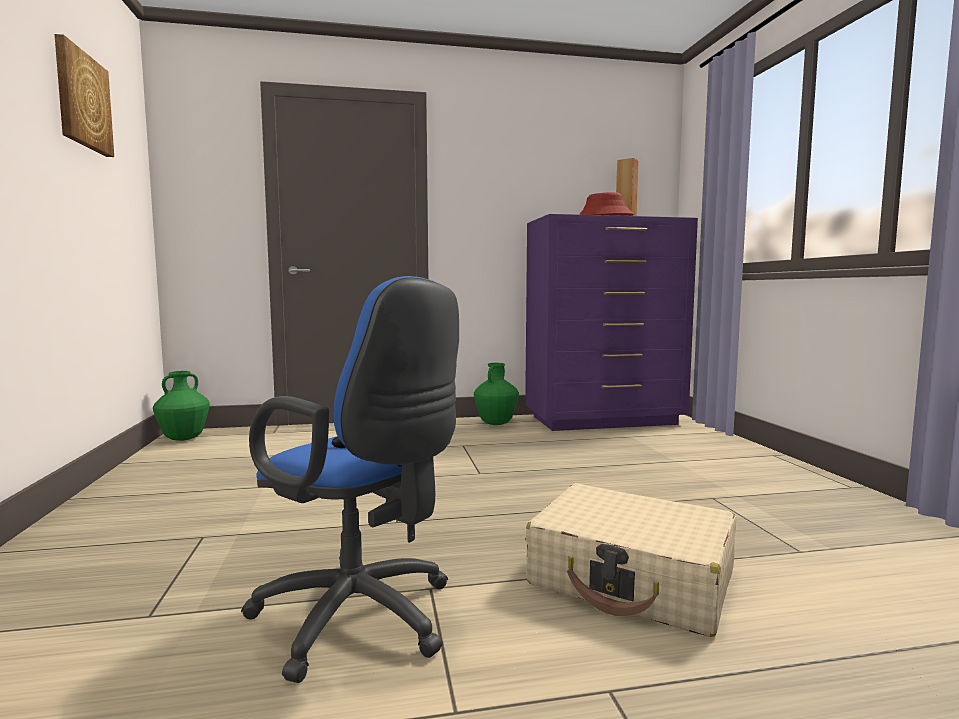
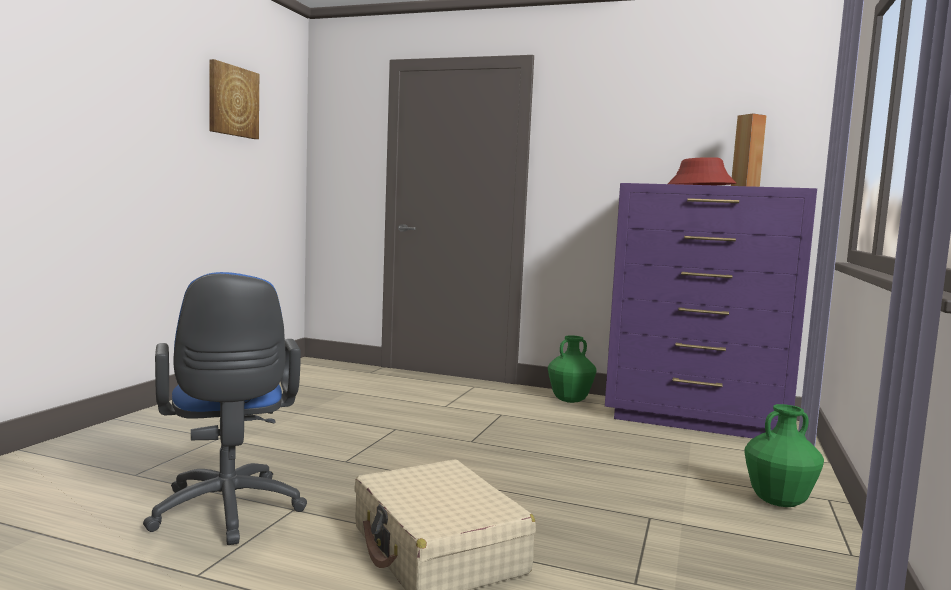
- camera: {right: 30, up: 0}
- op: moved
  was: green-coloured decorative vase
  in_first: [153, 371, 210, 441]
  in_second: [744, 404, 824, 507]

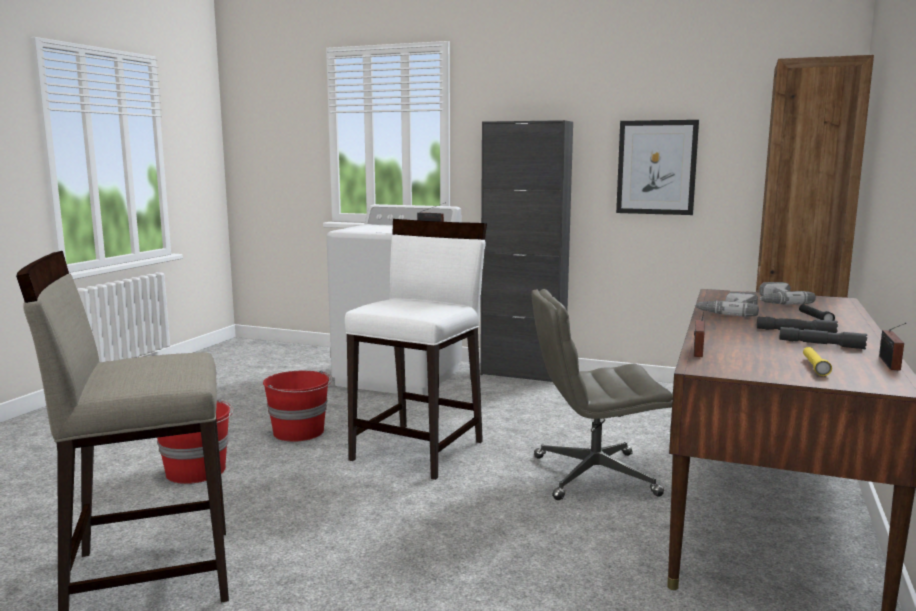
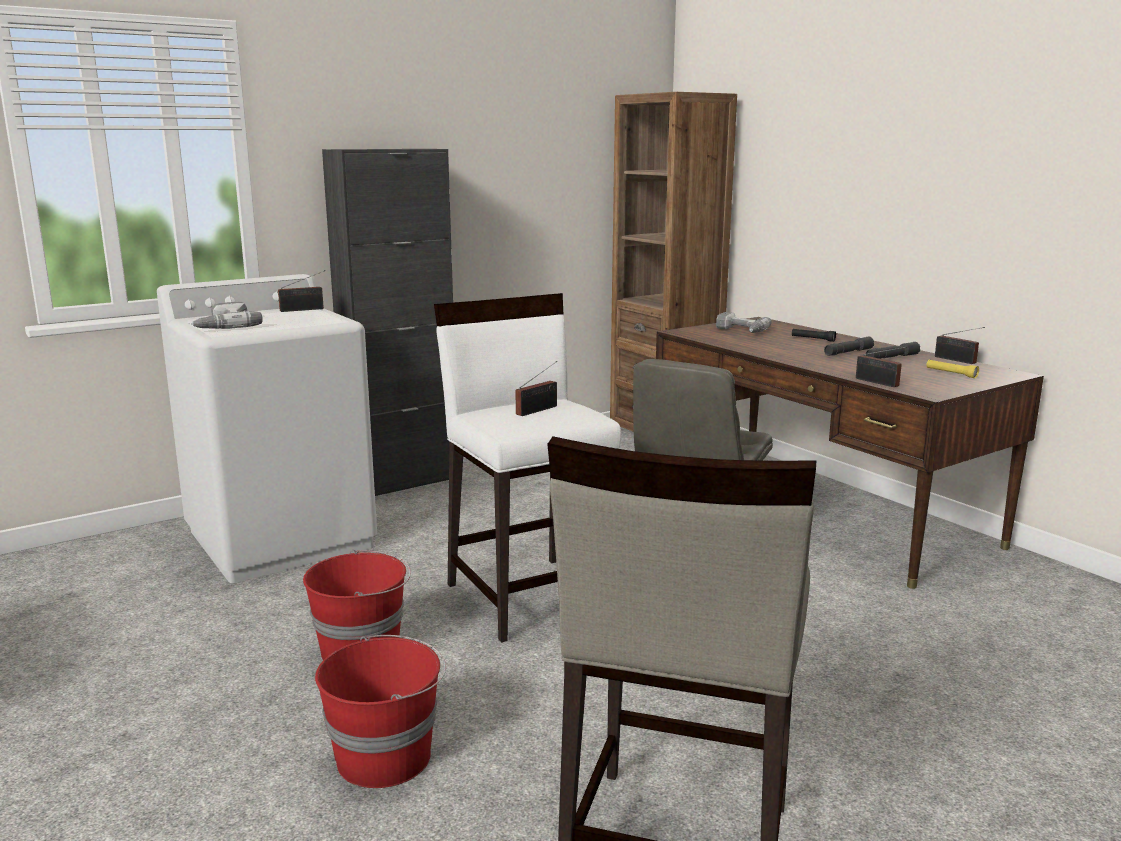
- camera: {right: -55, up: 5}
- op: removed
  was: wall art
  in_first: [616, 120, 699, 215]
- op: moved
  was: power drill
  in_first: [694, 292, 759, 317]
  in_second: [191, 302, 263, 329]
- op: added
  now: radio
  in_second: [516, 361, 557, 416]

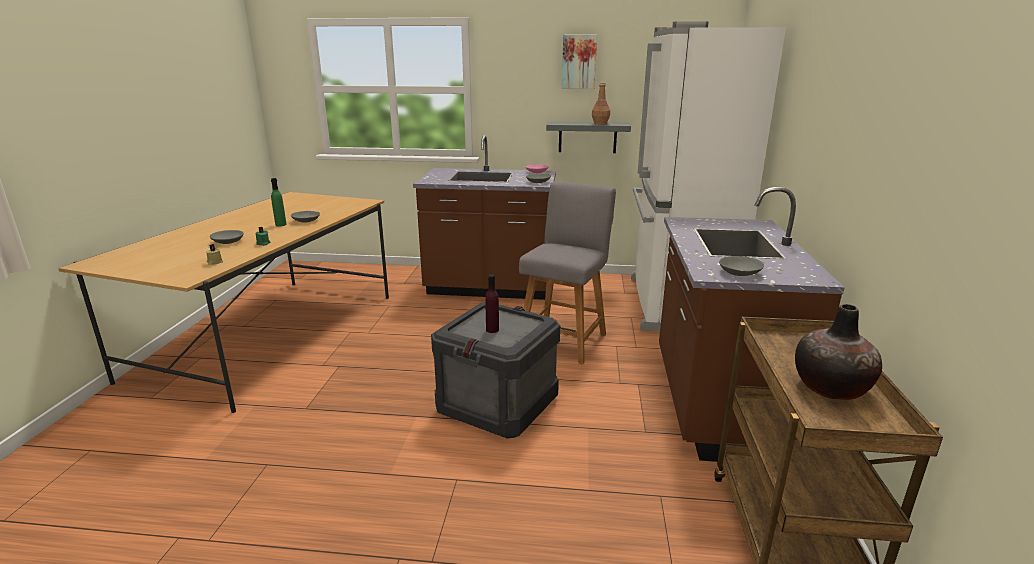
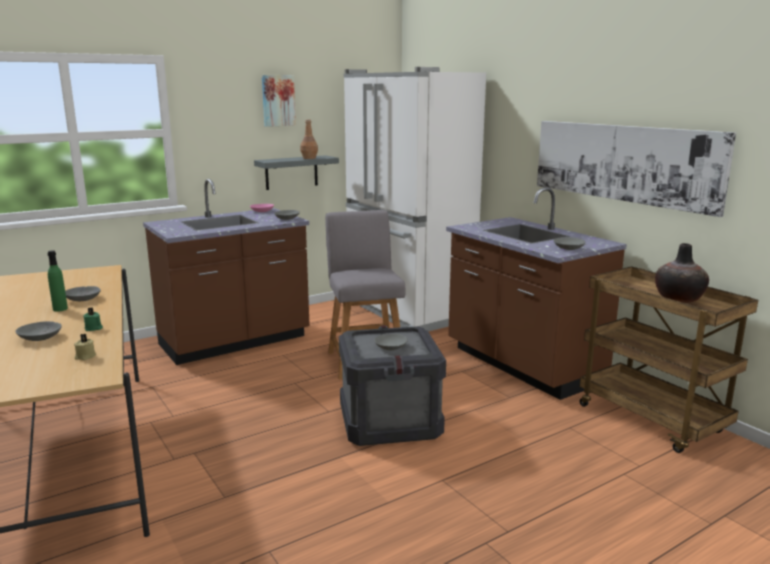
- camera: {right: -40, up: -5}
- op: replaced
  was: purplish bottle
  now: grey deep dish
  in_first: [485, 274, 499, 333]
  in_second: [374, 333, 408, 350]
- op: added
  now: wall art
  in_second: [537, 121, 736, 217]

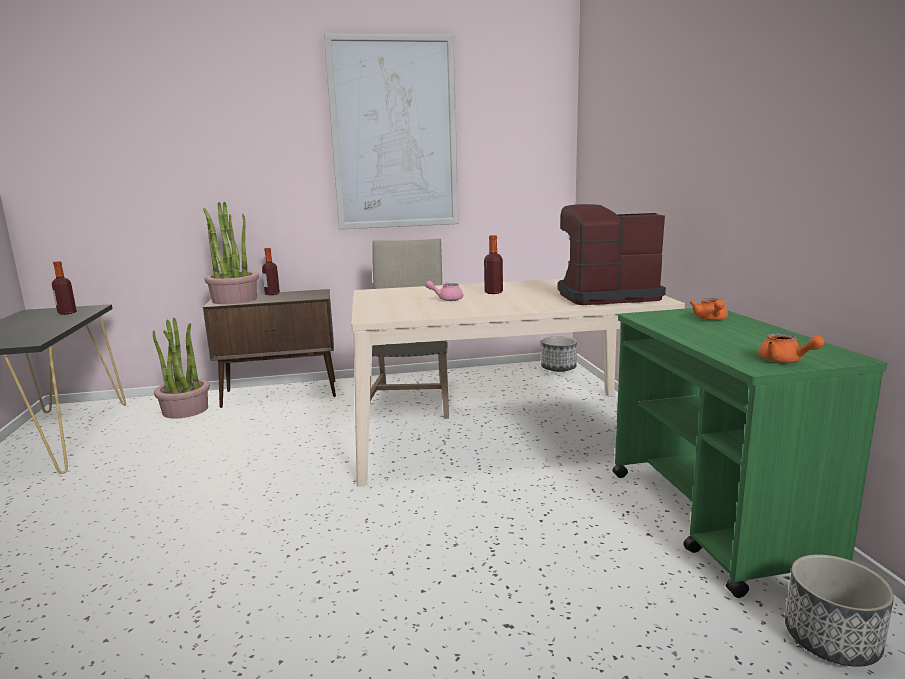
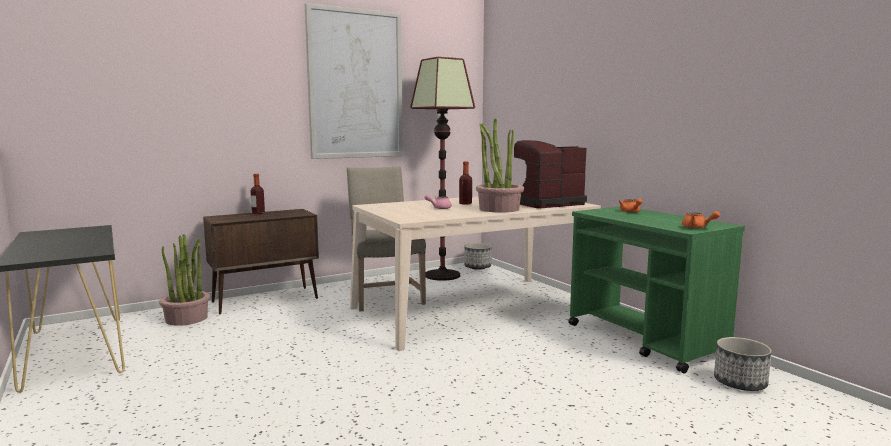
- camera: {right: -20, up: -5}
- op: removed
  was: bottle
  in_first: [52, 261, 77, 315]
- op: moved
  was: plant in a pot
  in_first: [203, 202, 259, 304]
  in_second: [476, 118, 524, 213]
- op: added
  now: standard lamp
  in_second: [410, 57, 475, 281]

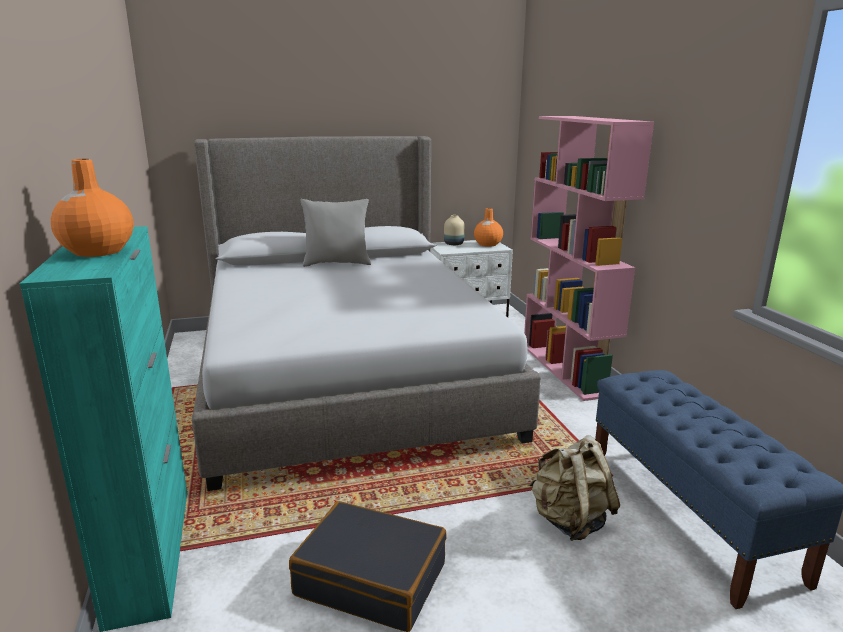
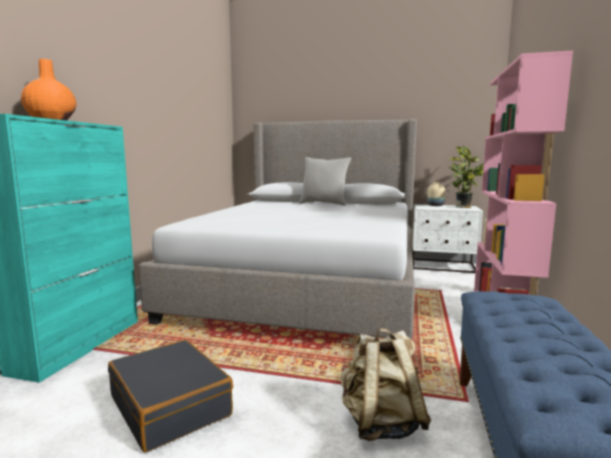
- camera: {right: 30, up: -10}
- op: replaced
  was: orangey decorative vase
  now: plant in a pot
  in_first: [474, 208, 503, 247]
  in_second: [449, 146, 484, 208]

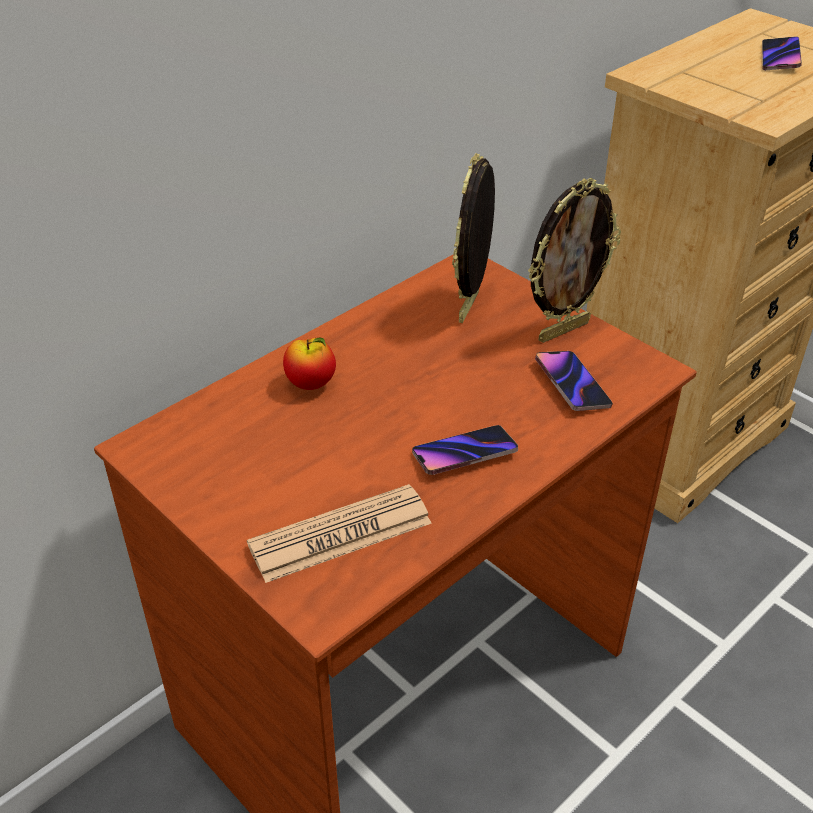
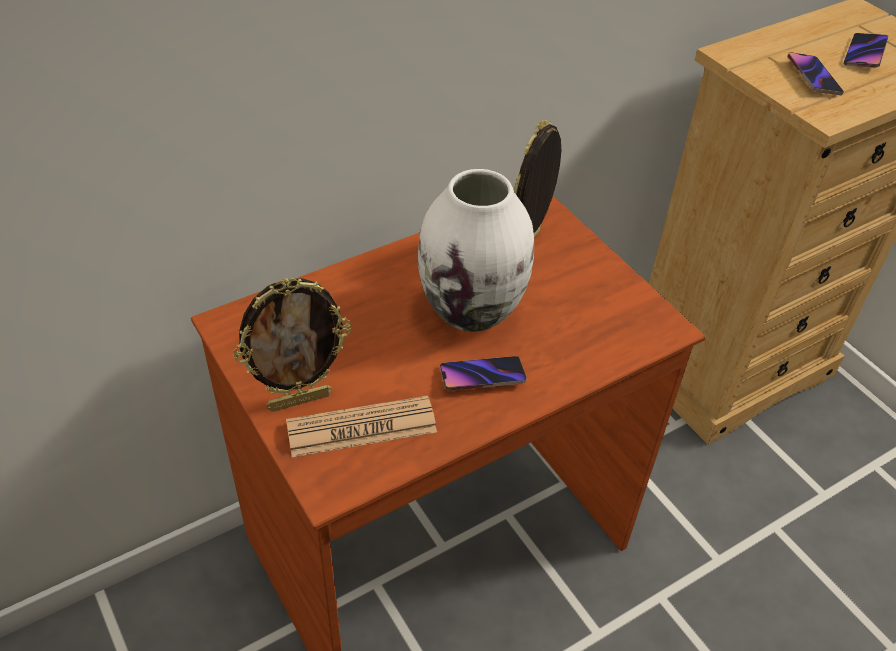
- camera: {right: 10, up: 5}
- op: removed
  was: whole apple
  in_first: [283, 338, 336, 390]
- op: moved
  was: picture frame
  in_first: [528, 178, 621, 343]
  in_second: [233, 278, 351, 412]
- op: moved
  was: handset
  in_first: [535, 351, 613, 411]
  in_second: [787, 52, 844, 95]
- op: added
  now: whitish decorative vase
  in_second: [418, 169, 534, 332]

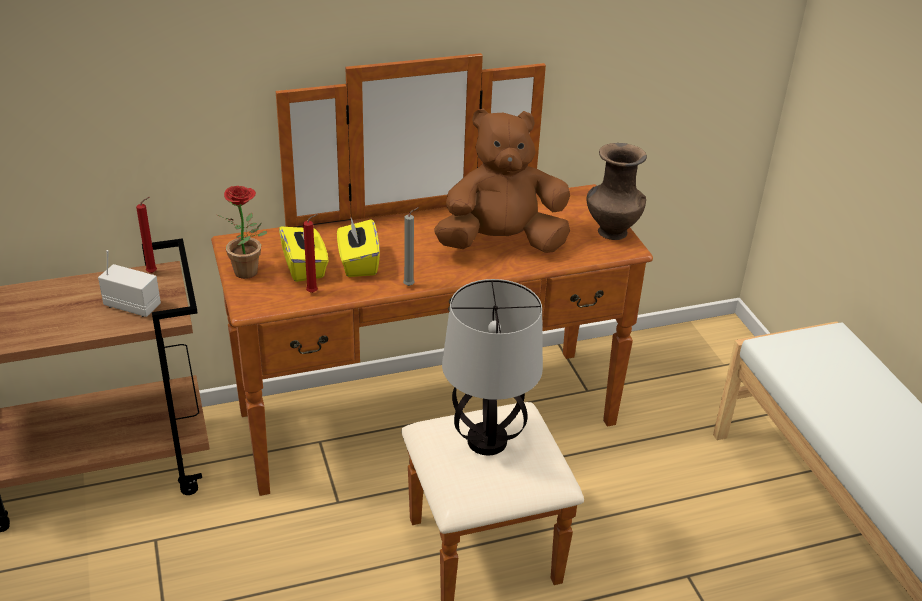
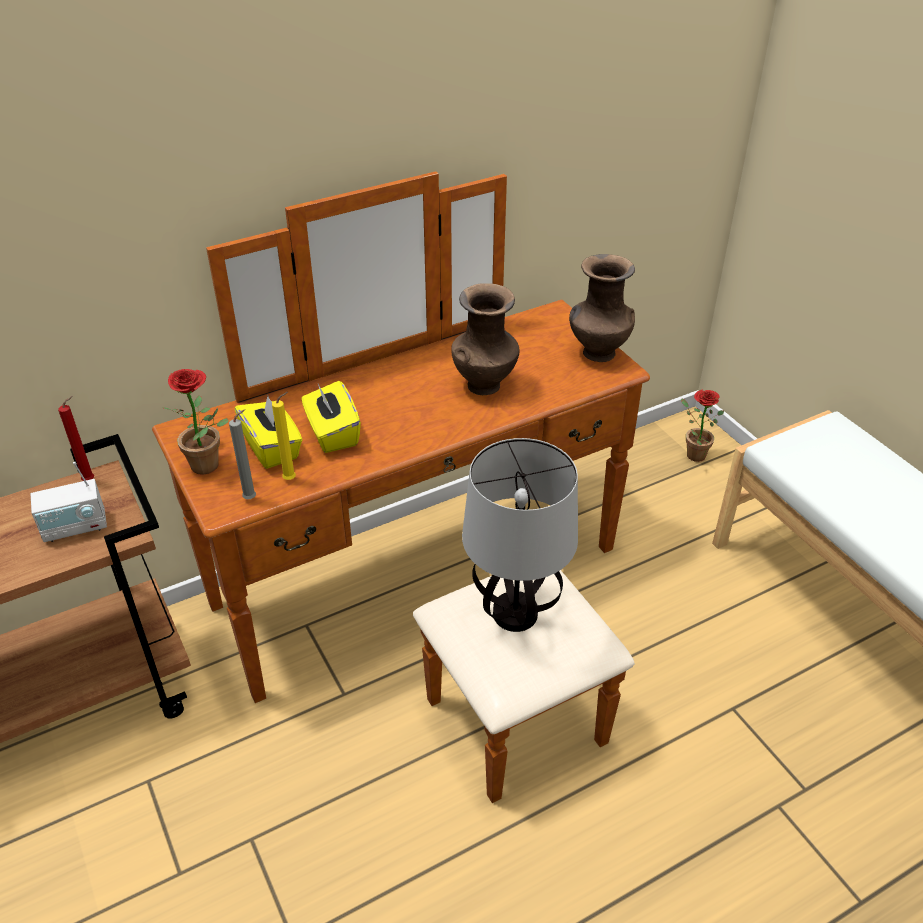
- camera: {right: -10, up: 5}
- op: turned
  was: radio
  in_first: [98, 250, 161, 317]
  in_second: [31, 462, 107, 542]
  clockwise: 150
- op: recoloured
  was: red wax light
  now: yellowish wax light
  in_first: [303, 214, 318, 293]
  in_second: [272, 392, 296, 480]
- op: moved
  was: grey wax light
  in_first: [403, 207, 419, 286]
  in_second: [229, 409, 256, 499]
- op: replaced
  was: brownish soft toy
  now: brownish decorative vase
  in_first: [434, 108, 570, 253]
  in_second: [451, 283, 519, 395]
- op: added
  now: plant in a pot
  in_second: [681, 390, 724, 462]

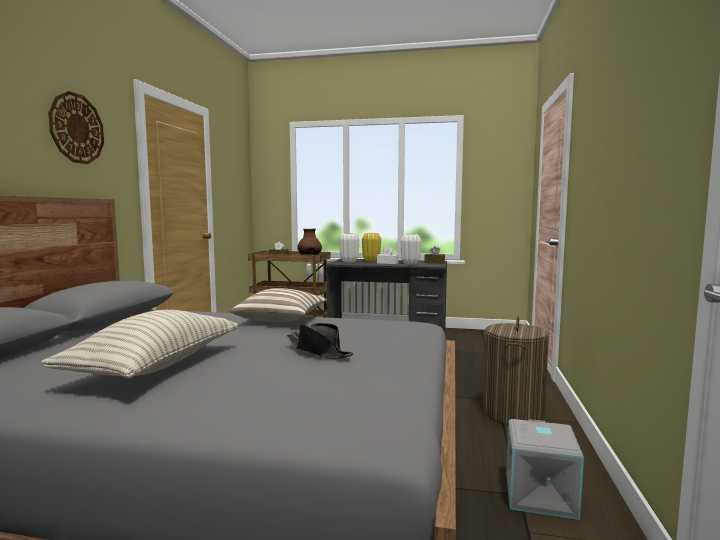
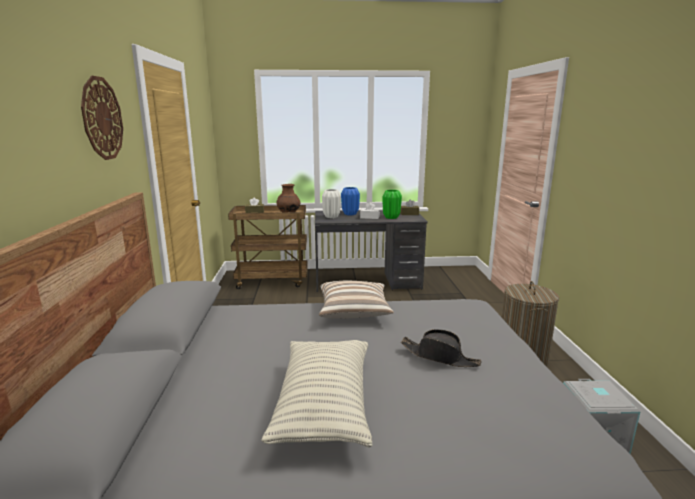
- camera: {right: -15, up: 10}
- op: recoloured
  was: yellowish decorative vase
  now: blue-coloured decorative vase
  in_first: [362, 233, 381, 262]
  in_second: [341, 187, 360, 215]
- op: recoloured
  was: whitish decorative vase
  now: green-coloured decorative vase
  in_first: [400, 234, 422, 265]
  in_second: [382, 190, 402, 219]

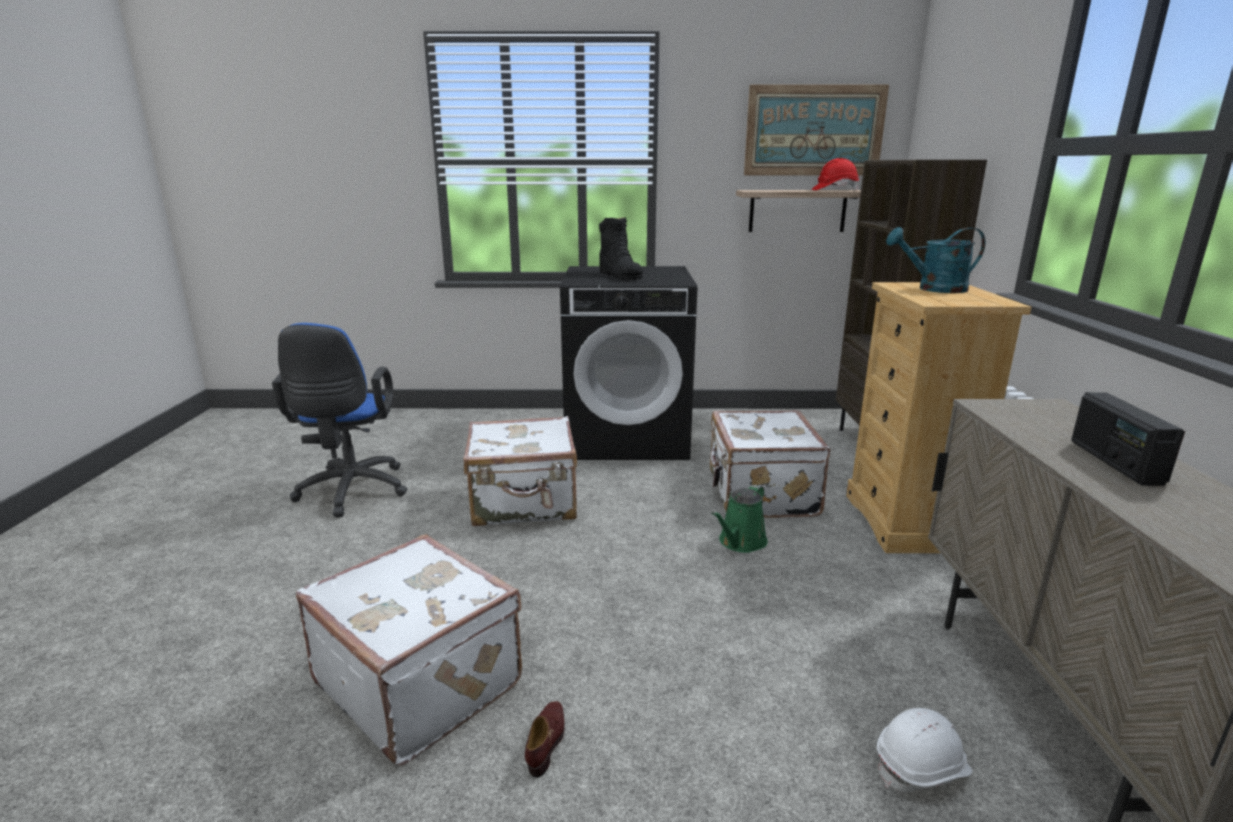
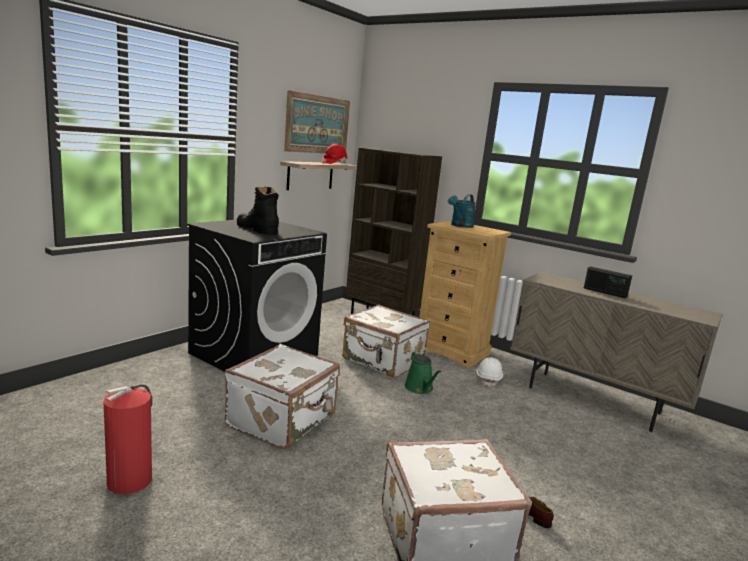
- camera: {right: -55, up: -5}
- op: replaced
  was: blue-coloured desk chair
  now: fire-fighting cylinder
  in_first: [272, 323, 407, 517]
  in_second: [103, 384, 152, 494]
- op: turned
  was: blackish boot
  in_first: [599, 217, 643, 280]
  in_second: [237, 187, 279, 235]
  clockwise: -150
- op: moved
  was: whitish work helmet
  in_first: [877, 708, 972, 792]
  in_second: [476, 357, 503, 387]

